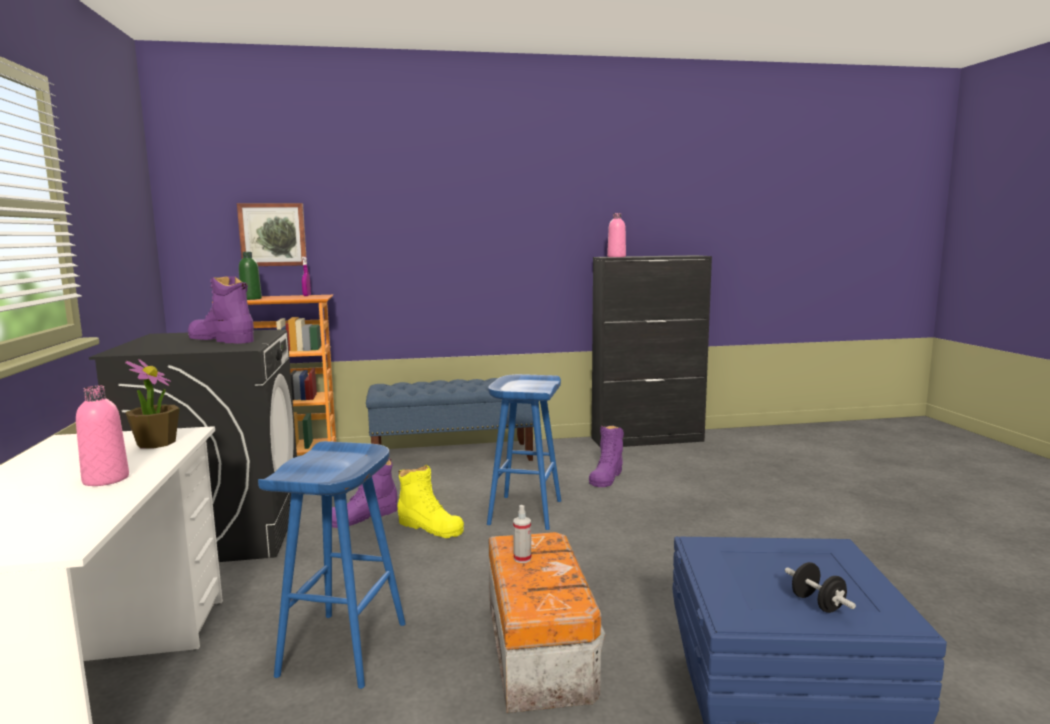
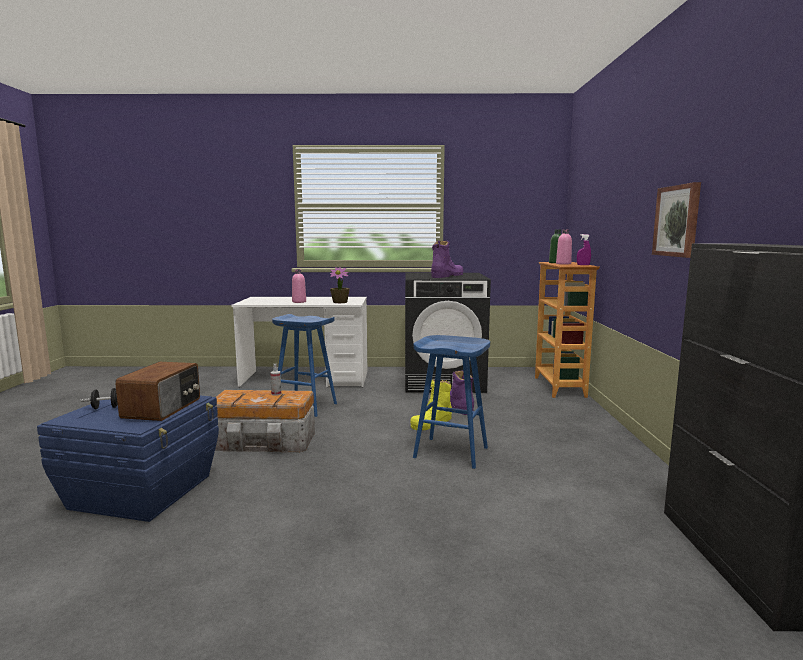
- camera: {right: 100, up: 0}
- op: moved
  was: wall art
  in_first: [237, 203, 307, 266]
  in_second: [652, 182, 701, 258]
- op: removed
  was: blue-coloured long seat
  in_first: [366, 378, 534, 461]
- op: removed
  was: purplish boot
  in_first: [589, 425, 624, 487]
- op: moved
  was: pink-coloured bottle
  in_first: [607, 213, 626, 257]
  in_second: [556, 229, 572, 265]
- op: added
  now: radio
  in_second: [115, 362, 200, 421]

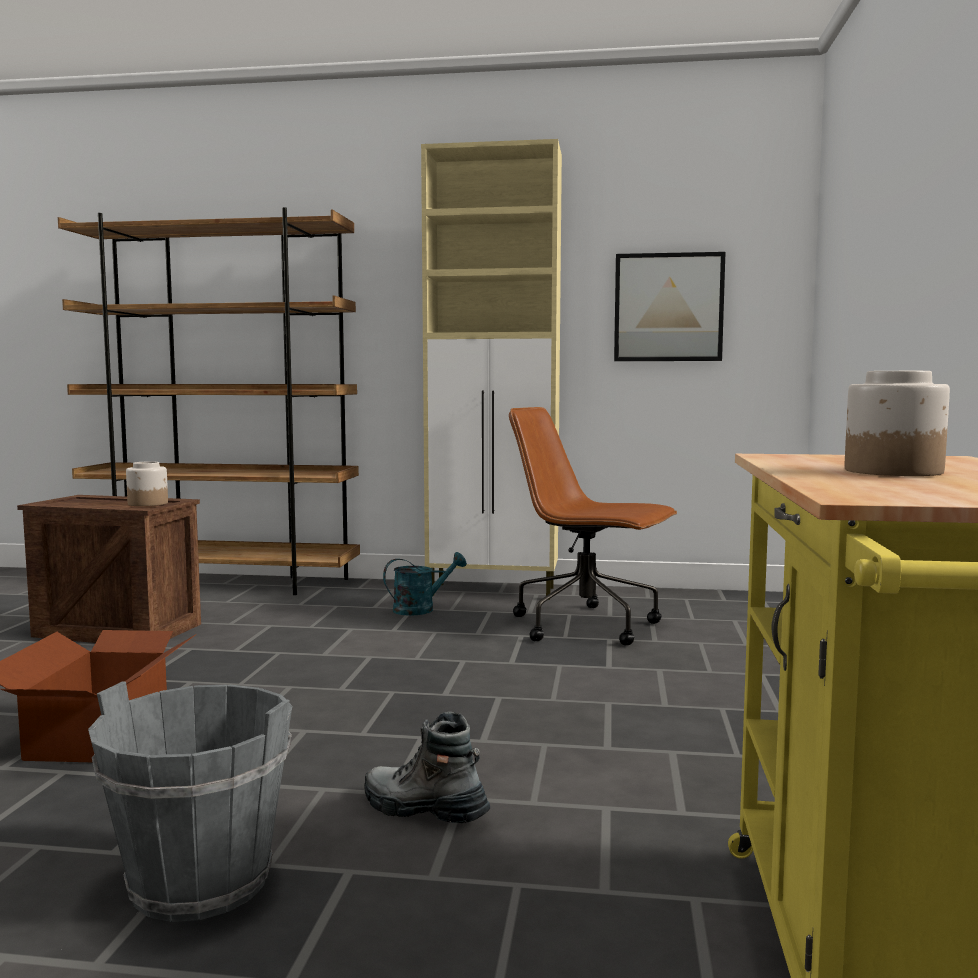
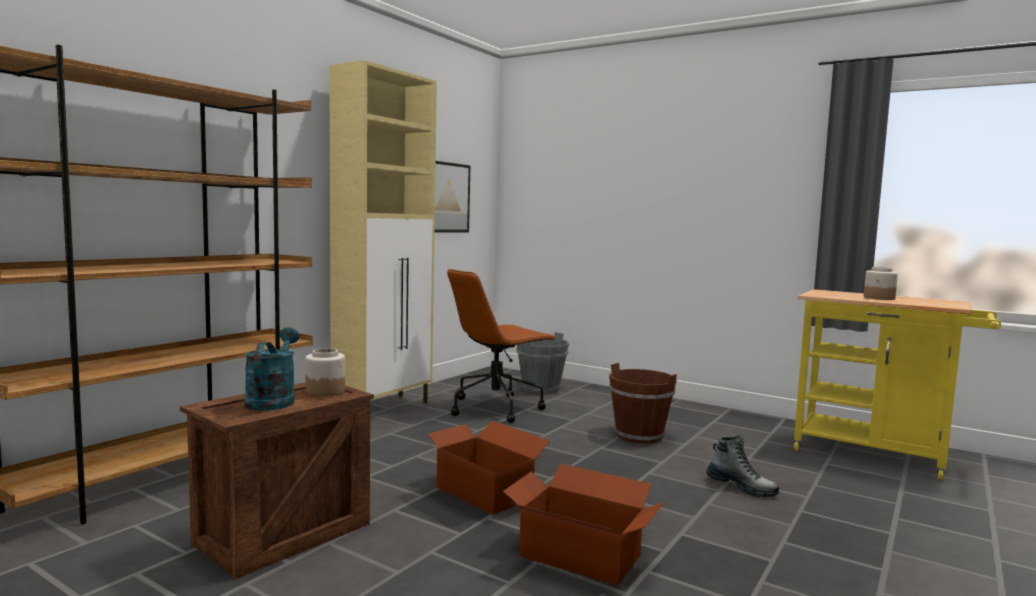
- camera: {right: -65, up: 0}
- op: moved
  was: grey pail
  in_first: [88, 681, 292, 922]
  in_second: [516, 332, 569, 394]
- op: turned
  was: boot
  in_first: [364, 712, 490, 823]
  in_second: [706, 434, 779, 497]
  clockwise: -105
- op: moved
  was: turquoise-coloured watering pot
  in_first: [383, 552, 467, 616]
  in_second: [244, 327, 299, 411]
- op: added
  now: cardboard box
  in_second: [420, 421, 550, 515]
- op: added
  now: brownish pail
  in_second: [609, 363, 677, 443]

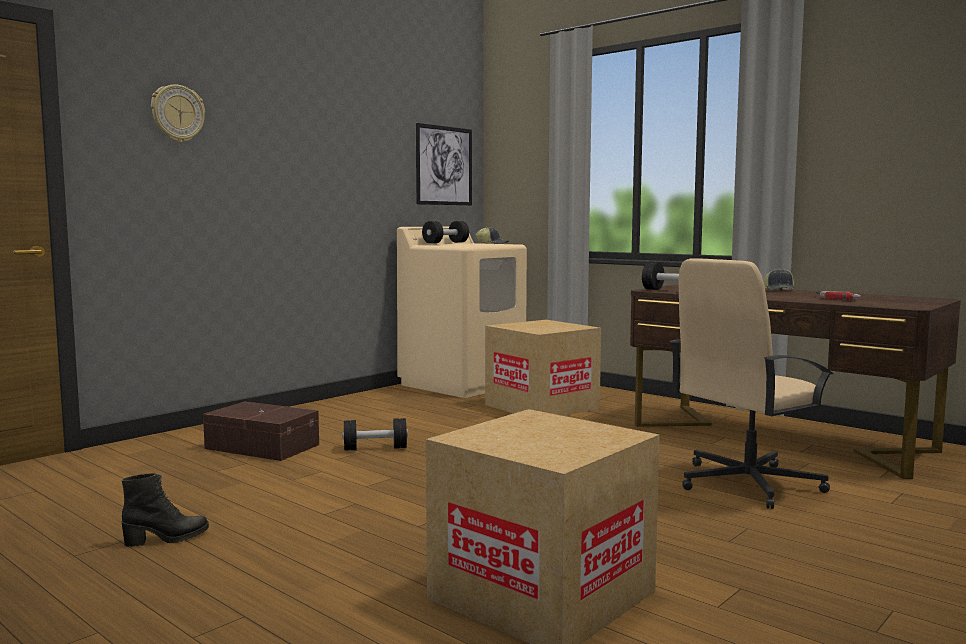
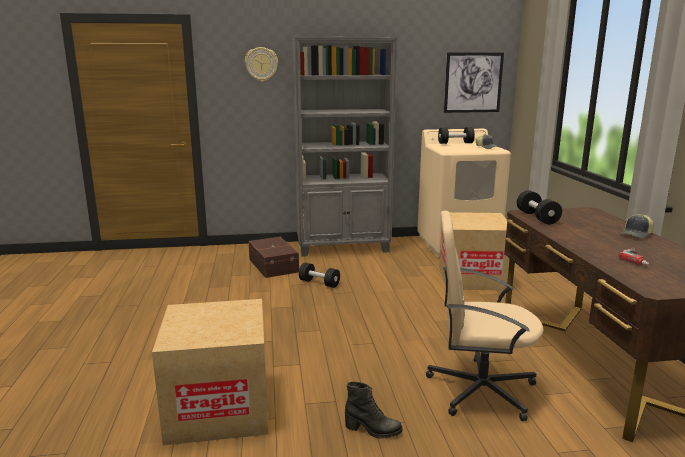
- camera: {right: 40, up: 10}
- op: moved
  was: blackish boot
  in_first: [121, 473, 209, 547]
  in_second: [345, 382, 403, 439]
- op: added
  now: grey bookcase
  in_second: [292, 37, 397, 257]

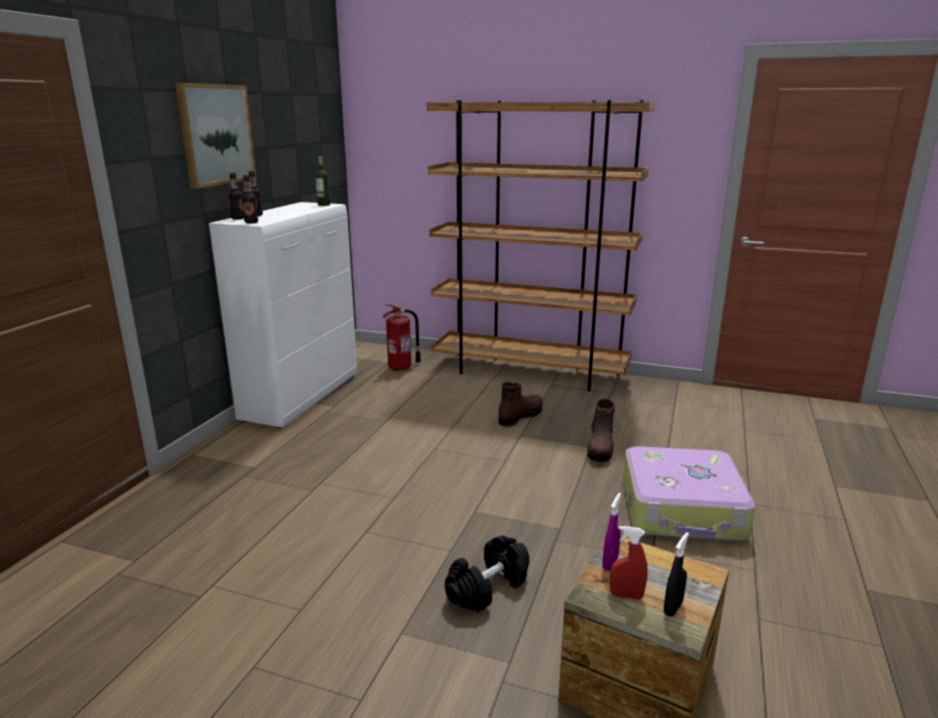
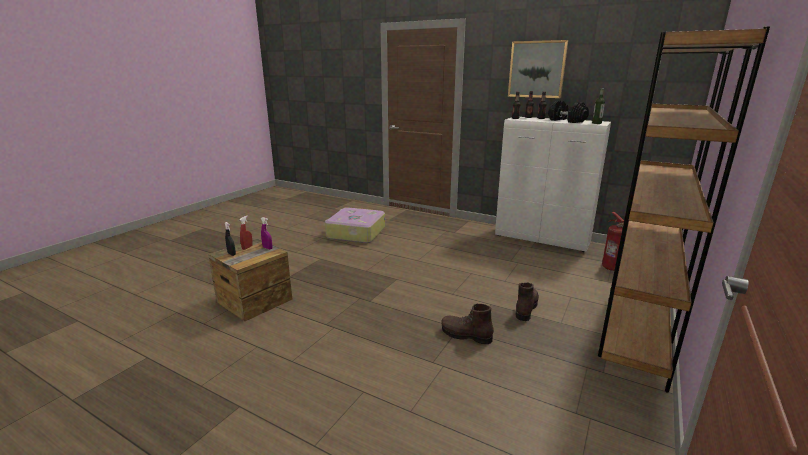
- camera: {right: 100, up: 0}
- op: moved
  was: blackish free weight
  in_first: [445, 535, 529, 612]
  in_second: [548, 101, 589, 123]
- op: turned
  was: brownish boot
  in_first: [498, 382, 543, 427]
  in_second: [516, 283, 539, 321]
  clockwise: -120
- op: moved
  was: piece of luggage
  in_first: [623, 446, 756, 541]
  in_second: [325, 207, 385, 243]

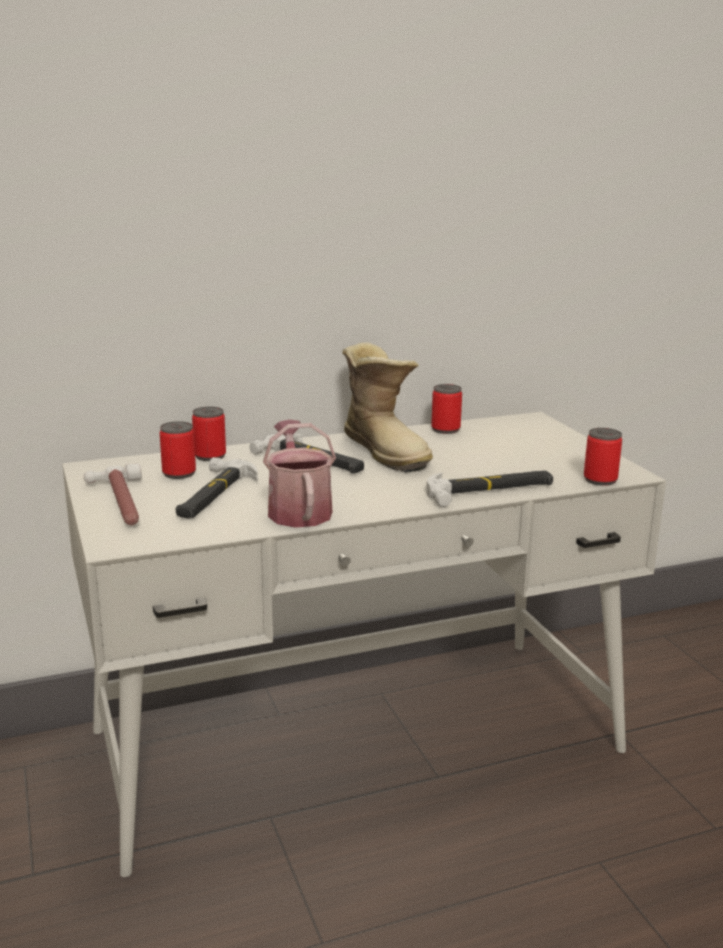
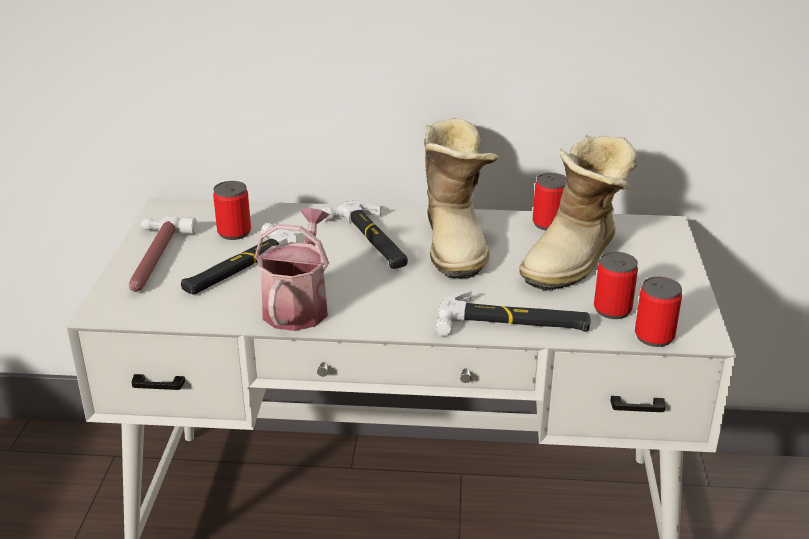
- camera: {right: 25, up: 10}
- op: moved
  was: can
  in_first: [192, 407, 226, 461]
  in_second: [594, 252, 638, 319]
- op: added
  now: boot
  in_second: [519, 135, 638, 291]

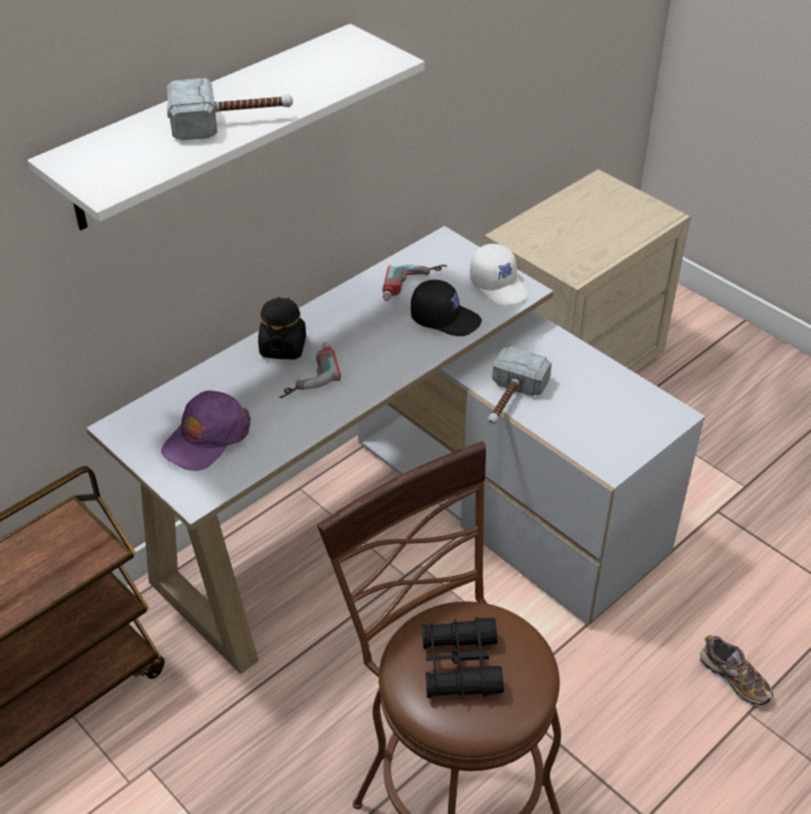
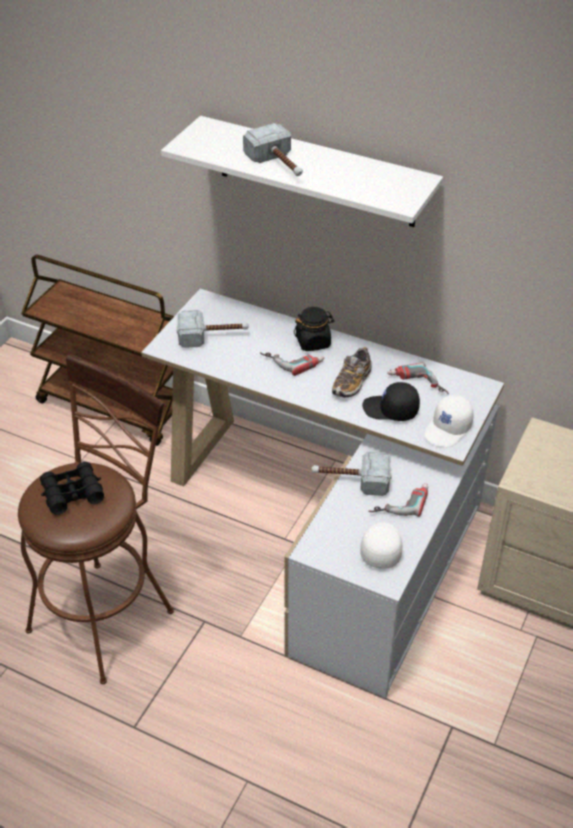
- camera: {right: 70, up: 0}
- op: replaced
  was: purplish peaked cap
  now: tool hammer
  in_first: [161, 391, 251, 471]
  in_second: [176, 310, 249, 348]
- op: turned
  was: blackish peaked cap
  in_first: [411, 280, 482, 336]
  in_second: [362, 382, 420, 421]
  clockwise: 105
- op: moved
  was: low shoe
  in_first: [700, 635, 773, 706]
  in_second: [332, 347, 372, 398]
- op: added
  now: whitish peaked cap
  in_second: [360, 522, 402, 569]
- op: added
  now: power drill
  in_second: [368, 483, 428, 517]

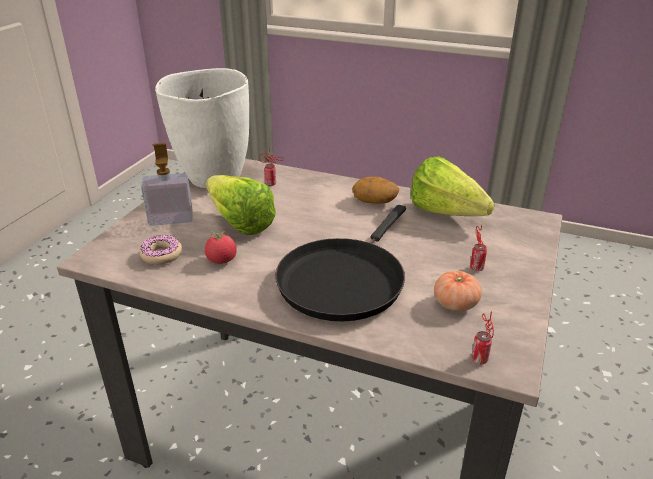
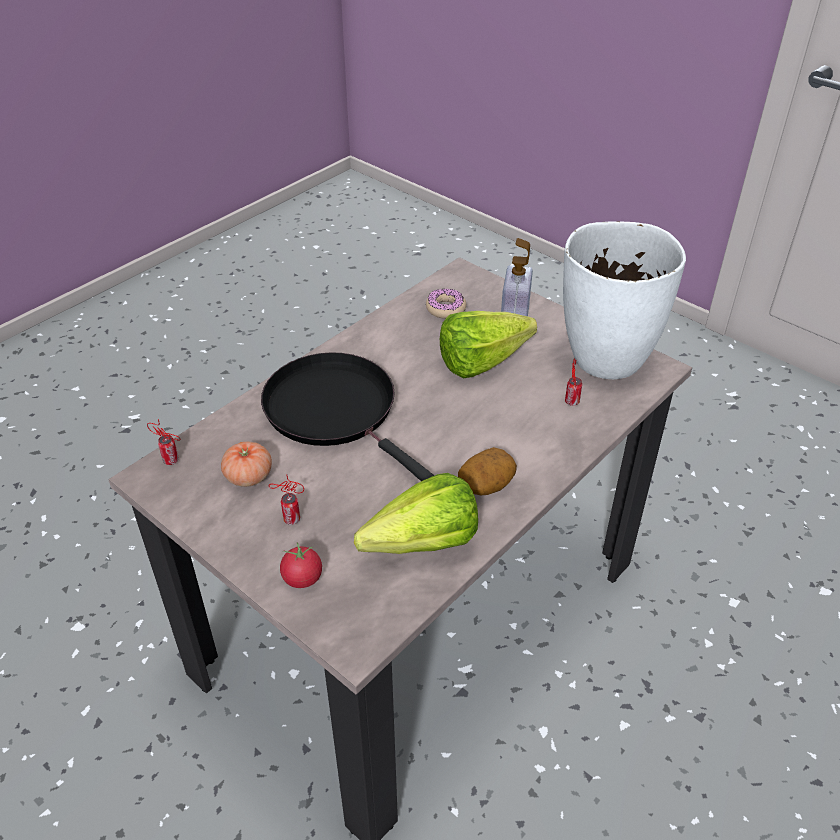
- camera: {right: 110, up: 10}
- op: moved
  was: fresh tomato
  in_first: [205, 231, 237, 264]
  in_second: [280, 542, 322, 588]

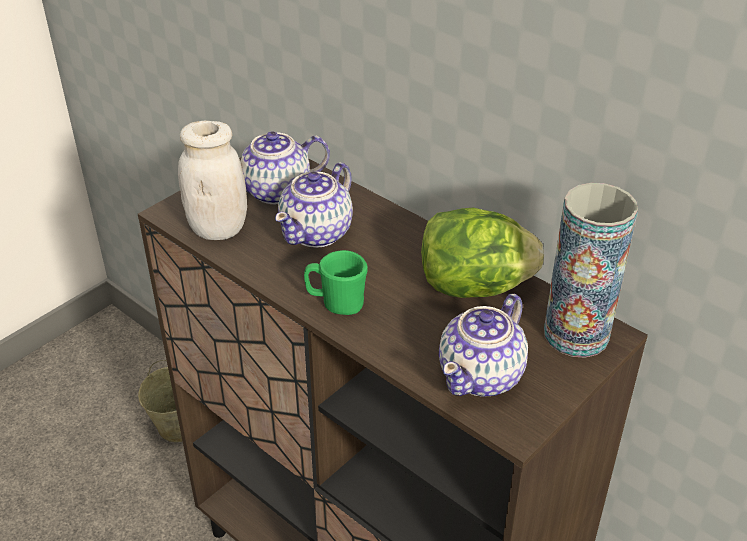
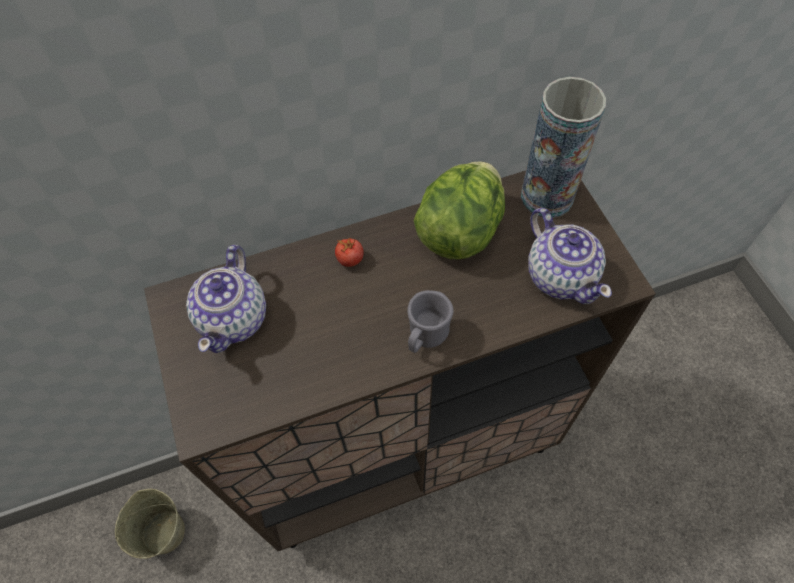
- camera: {right: -60, up: 20}
- op: removed
  was: whitish storage jar
  in_first: [178, 121, 247, 240]
- op: removed
  was: pot for tea
  in_first: [275, 162, 353, 248]
- op: recoloured
  was: green-coloured coffee mug
  now: grey coffee mug
  in_first: [304, 250, 368, 315]
  in_second: [407, 290, 454, 353]
- op: added
  now: fresh tomato
  in_second: [335, 238, 364, 267]

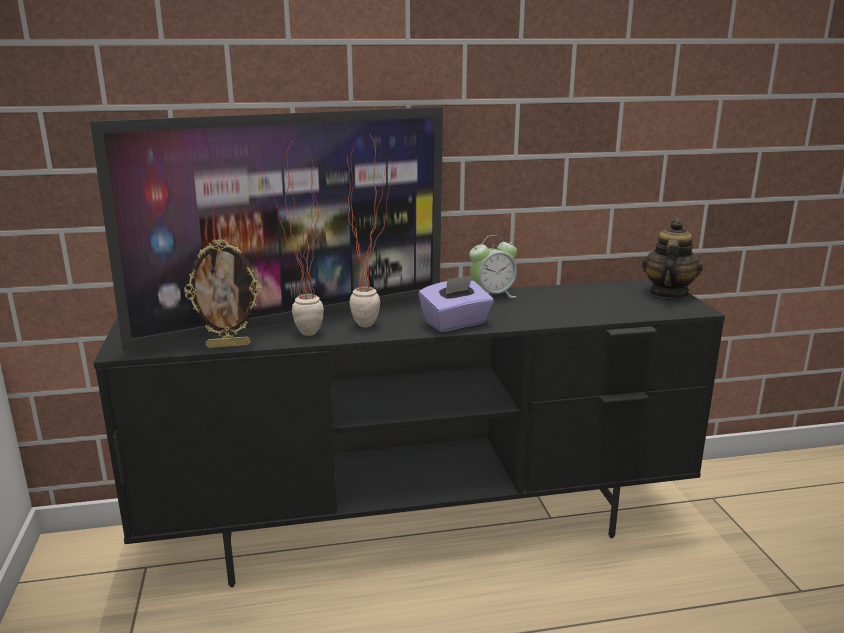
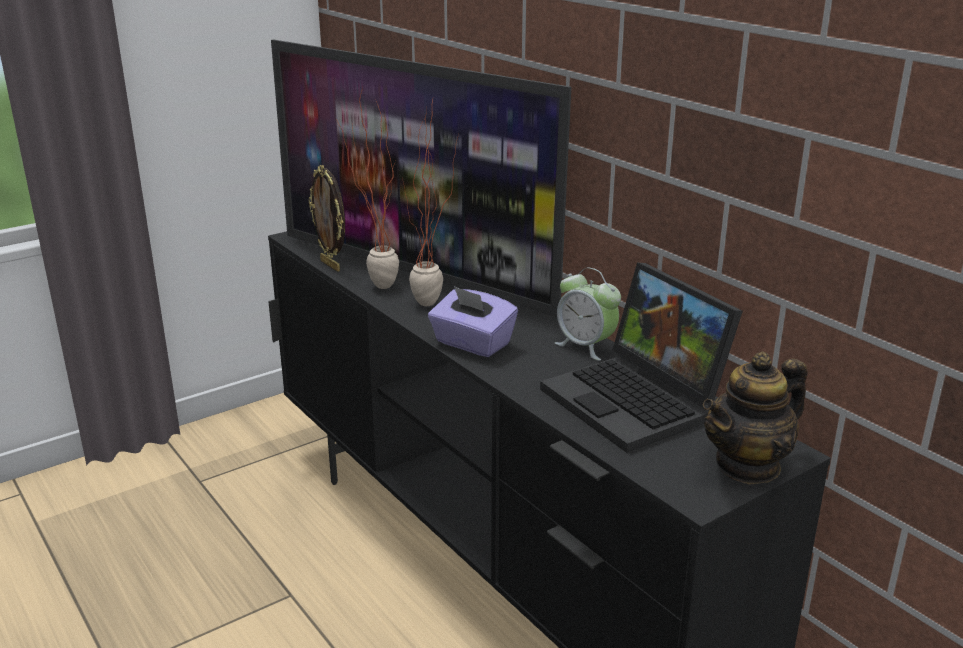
- camera: {right: 65, up: 5}
- op: turned
  was: pot for tea
  in_first: [642, 218, 703, 298]
  in_second: [703, 352, 808, 484]
  clockwise: 150
- op: added
  now: notebook computer
  in_second: [540, 263, 743, 453]

